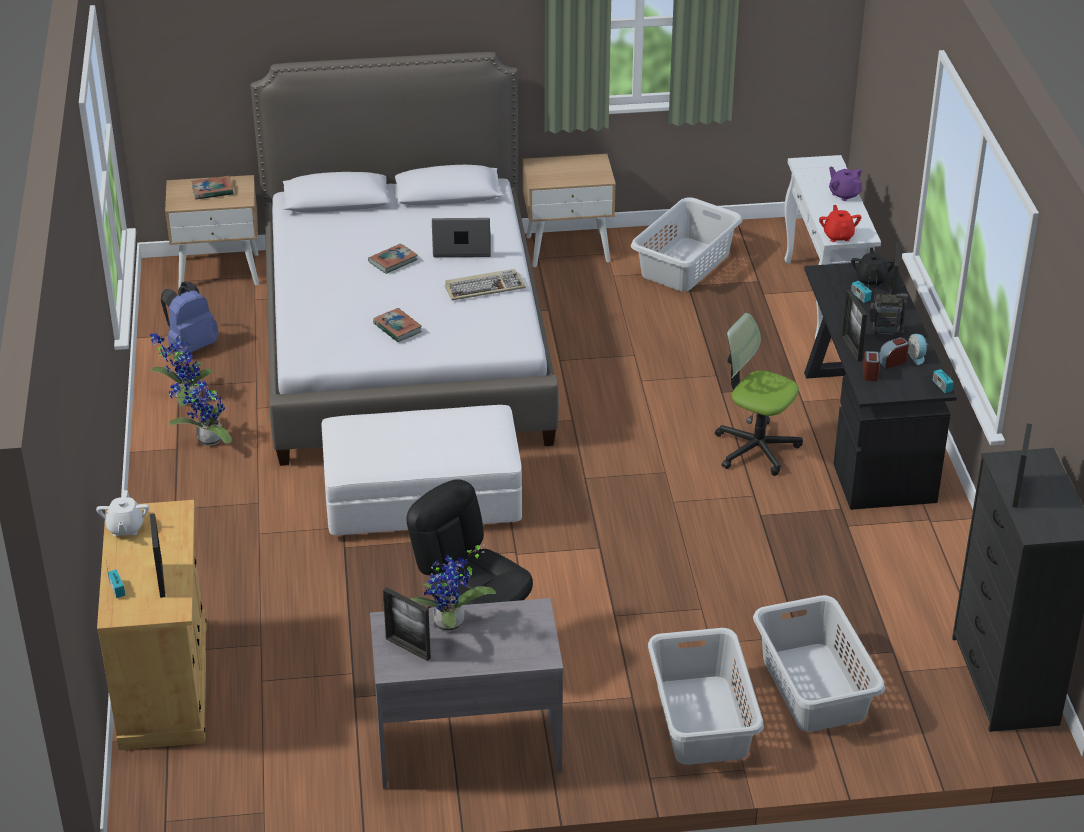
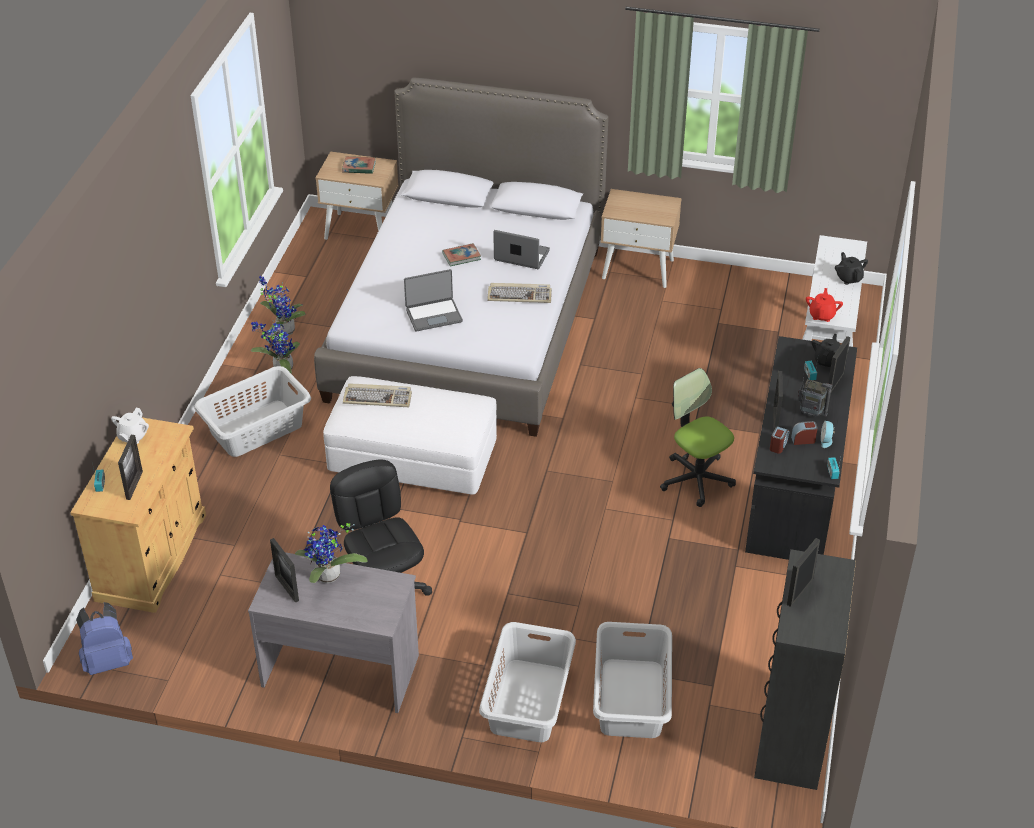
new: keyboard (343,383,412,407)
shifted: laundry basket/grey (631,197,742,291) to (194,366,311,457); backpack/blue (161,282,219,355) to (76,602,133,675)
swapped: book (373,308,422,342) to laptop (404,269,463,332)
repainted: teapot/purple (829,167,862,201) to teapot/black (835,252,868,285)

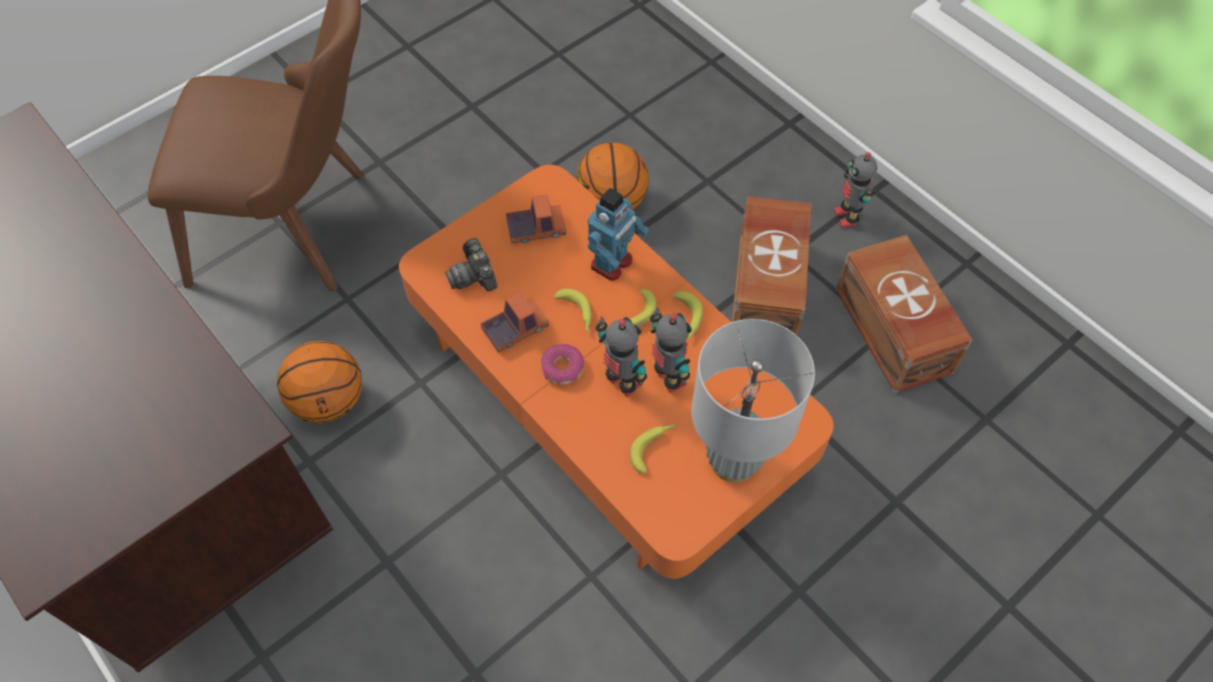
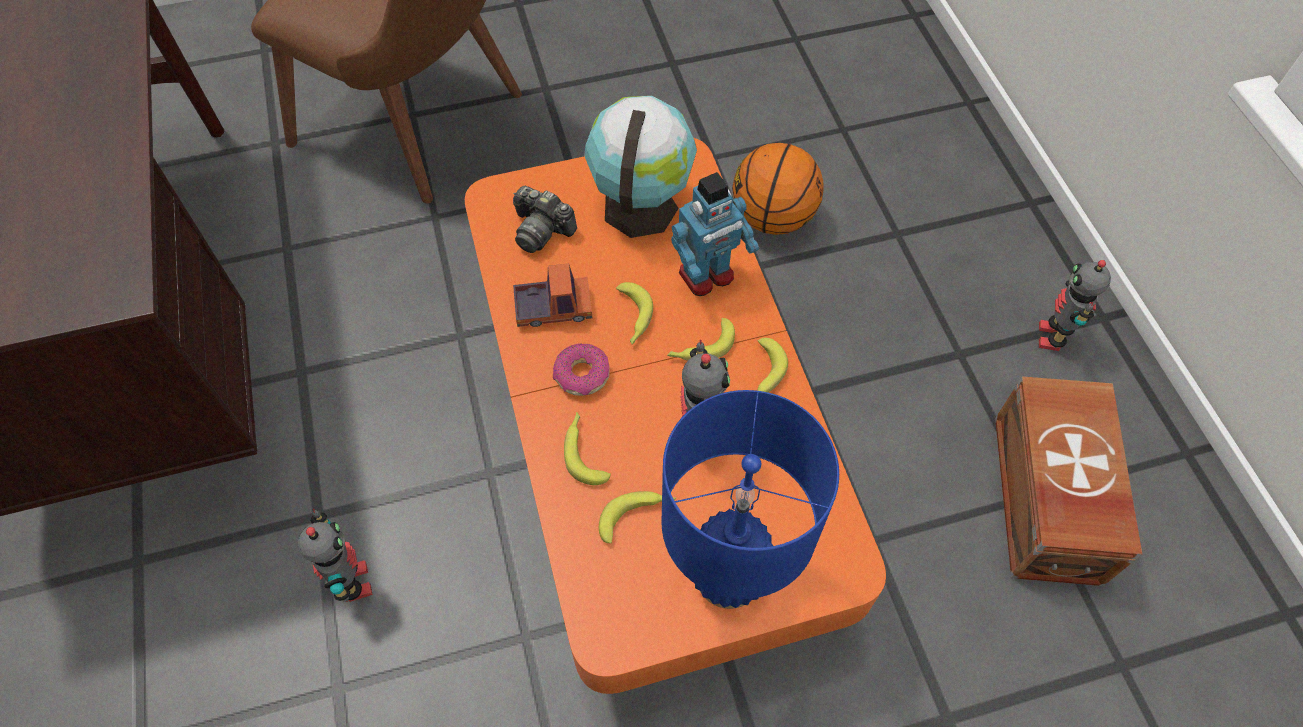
gone: storage box/brown (732,196,811,336); basketball (277,341,362,423)
new: banana (564,412,611,485)
shifted: toy robot (596,316,647,397) to (298,509,373,602)
swapped: toy truck (506,195,566,244) to globe (584,96,697,238)
repainted: table lamp/grey (691,319,815,483) to table lamp/blue (661,390,839,609)
rotated: photo camera (445,238,497,291) = (513,186,577,253) 60 degrees counterclockwise

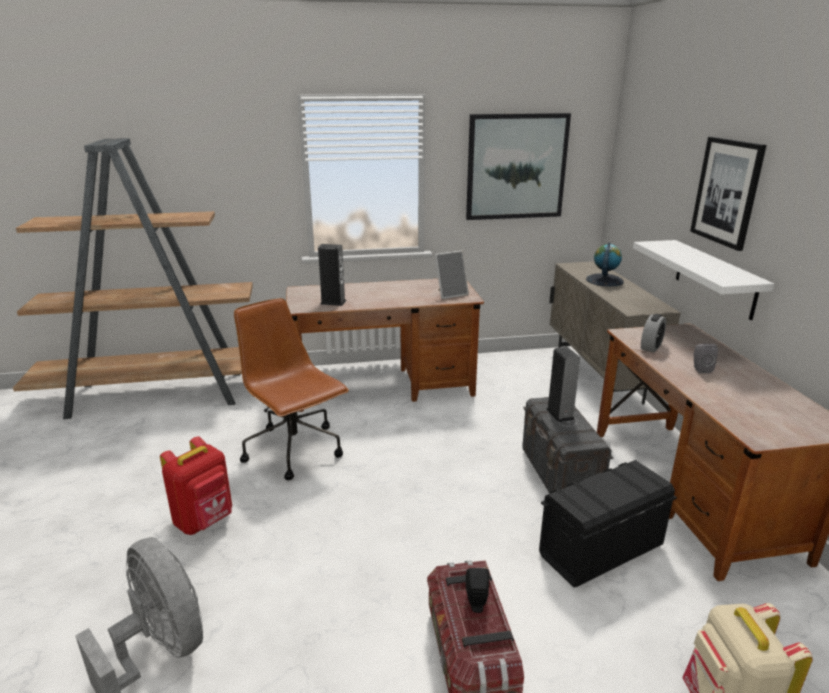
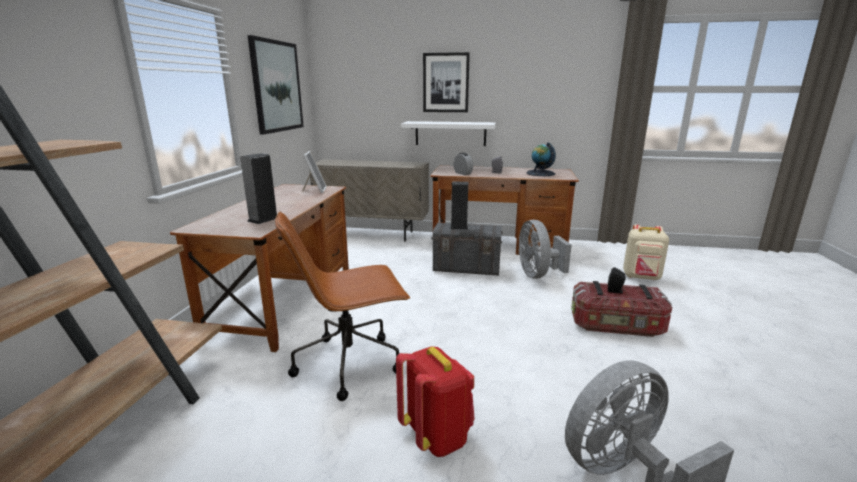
shifted: globe (586,243,624,287) to (526,142,556,176)
swapped: storage box/black (539,460,677,587) to fan/grey (518,220,572,279)

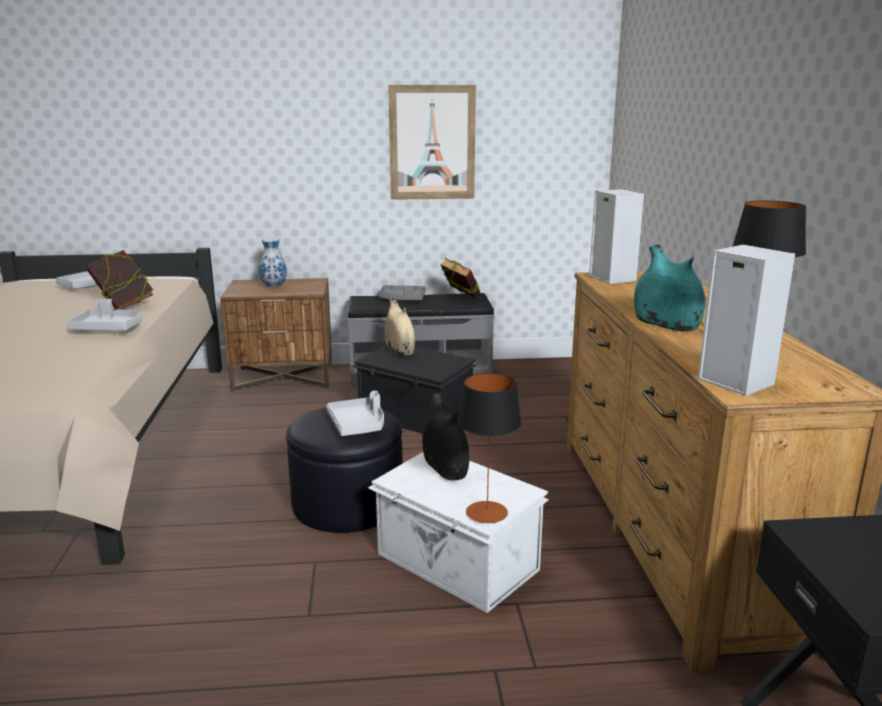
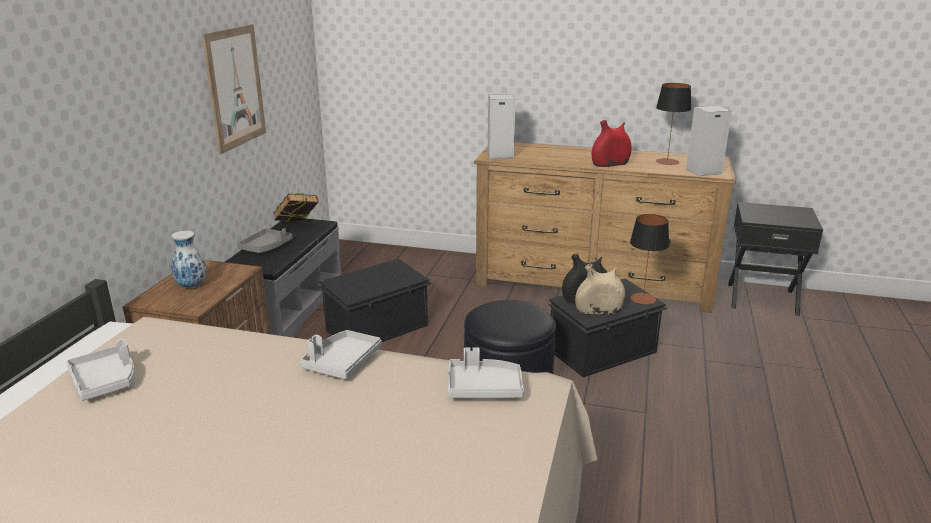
gone: book (87,250,153,310)
shifted: vase/beige (385,298,415,356) to (575,264,625,315); tray/grey (326,391,384,436) to (448,347,524,398)
repainted: vase/turquoise (634,244,706,332) to vase/red (592,120,632,167); storage box/white (368,452,549,613) to storage box/black (548,278,668,377)

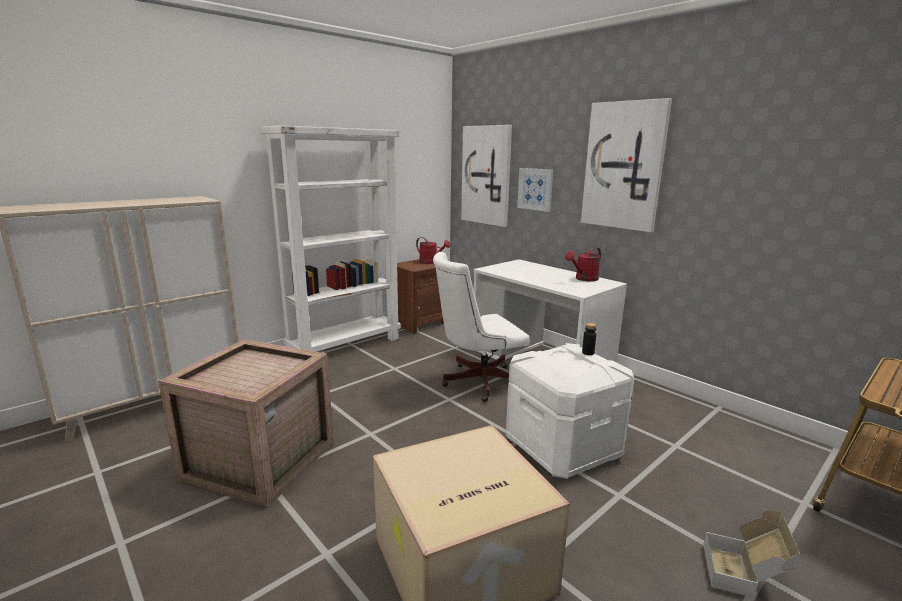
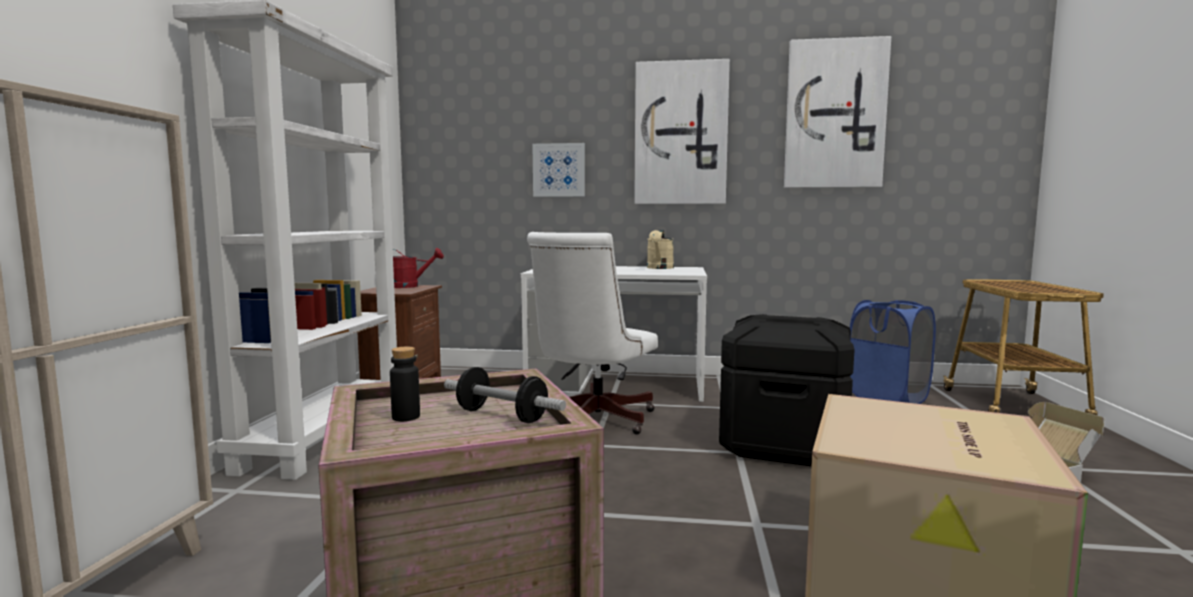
new: laundry basket/blue (850,300,936,404); dumbbell (444,367,566,423)
shifted: picture (461,125,512,227) to (784,36,891,188); bottle/black (582,323,596,355) to (390,347,420,421)
repainted: watering can/red (565,247,601,282) to watering can/beige (647,230,674,269); storage box/white (506,343,634,479) to storage box/black (719,314,855,467)

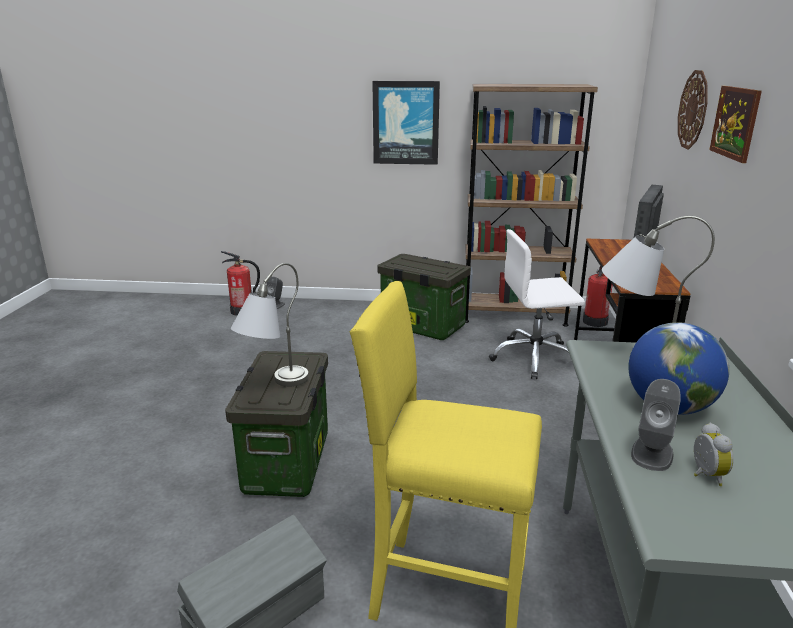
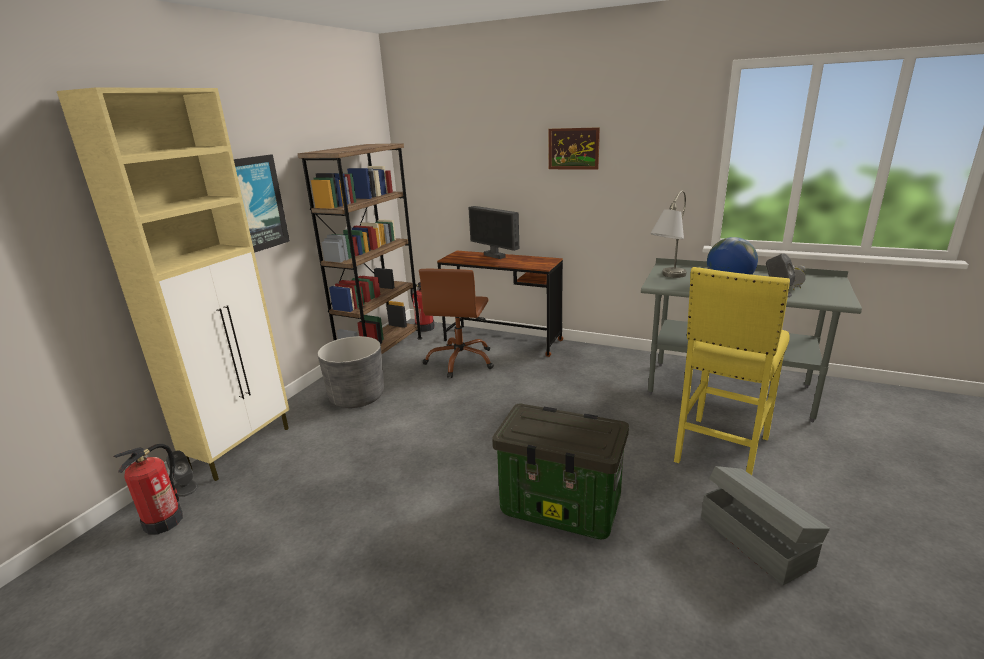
gone: wall clock (678,70,708,149); table lamp/grey (231,263,309,387)
new: cabinet/beige (57,87,289,481)
swapped: storage box (377,254,471,340) to planter/grey (318,336,384,408)
repainted: office chair/white (489,229,585,379) to office chair/brown (419,269,494,378)

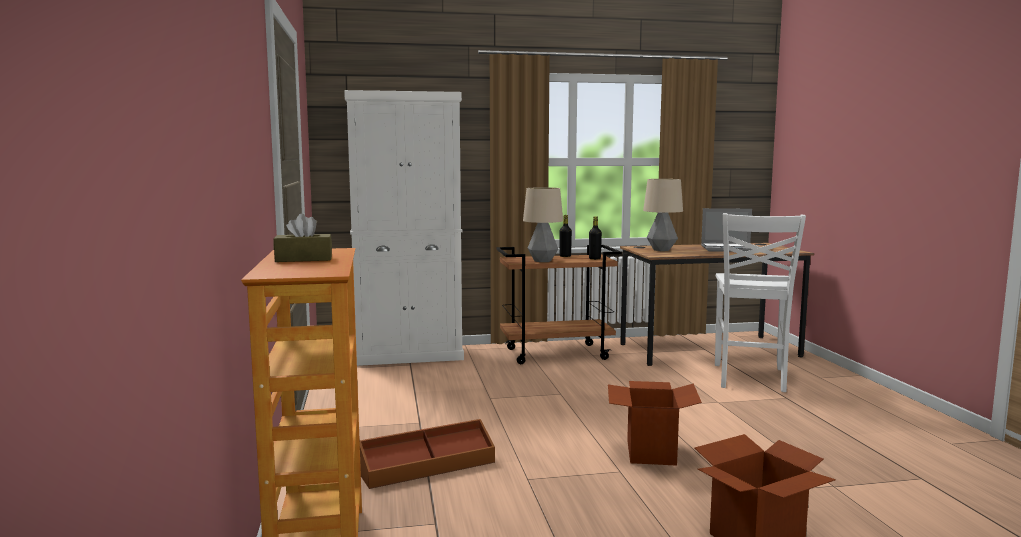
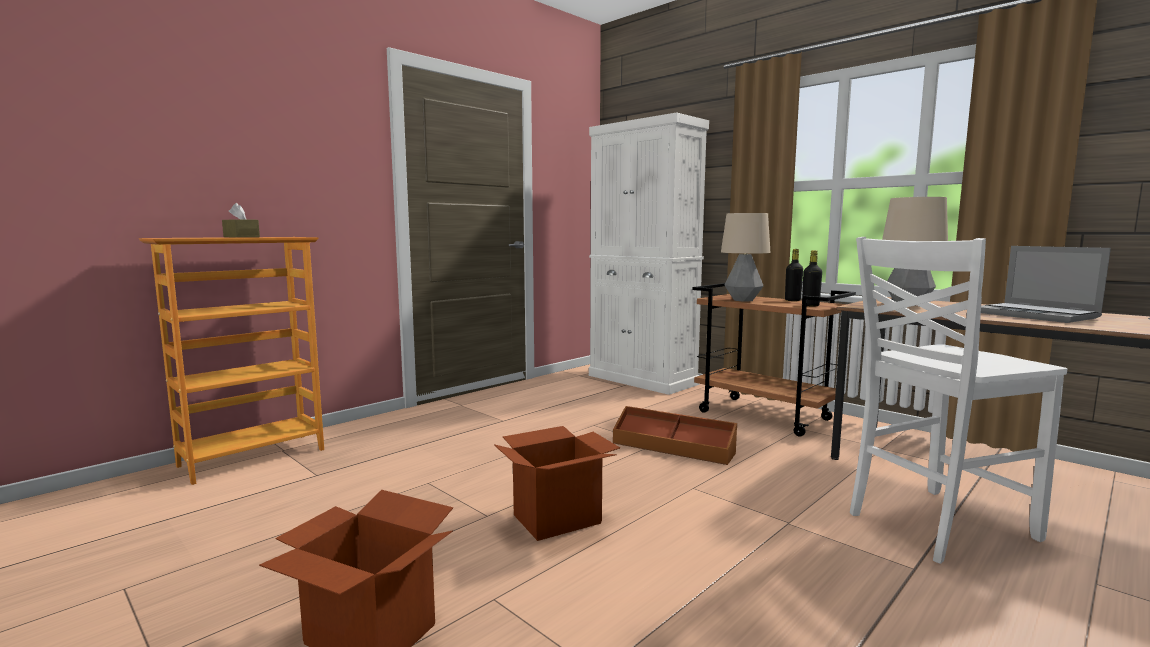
shifted: storage box/brown (360,419,495,489) to (613,406,737,465)

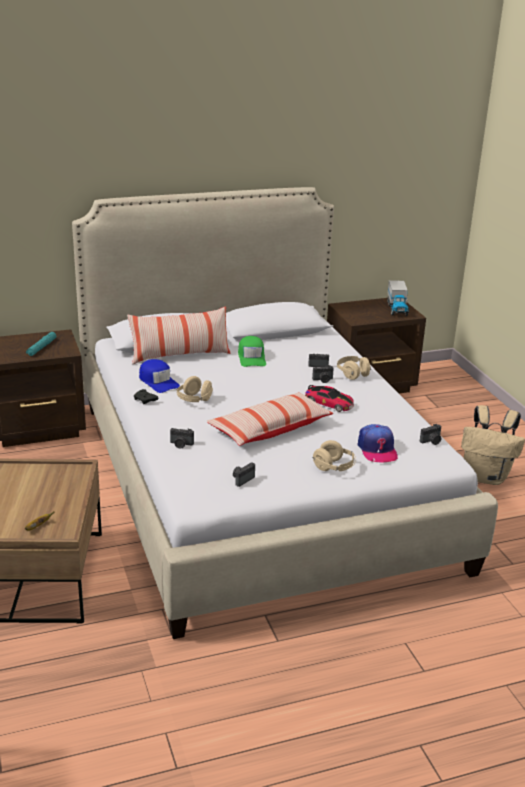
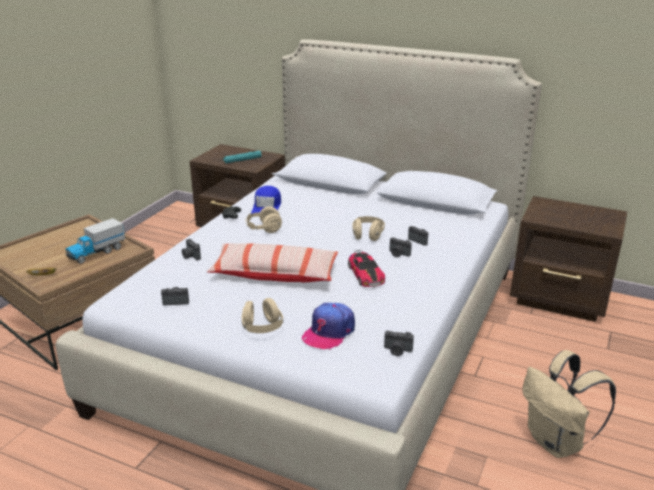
gone: pillow (127,306,230,364); cap/green (238,336,266,367)
shifted: toy truck (387,280,409,316) to (65,218,125,264); headphones/beige (337,356,371,380) to (352,216,385,241)

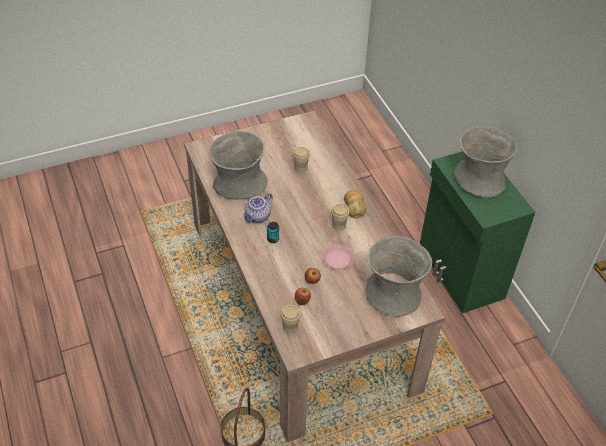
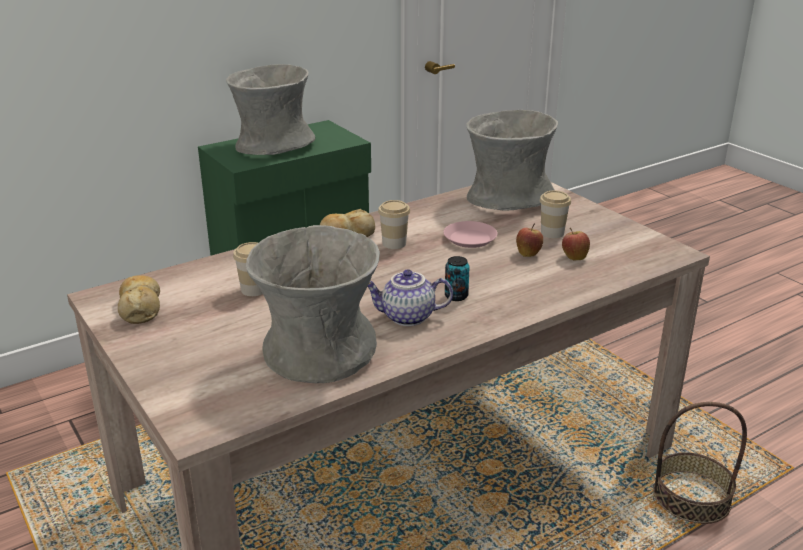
new: bread (118,275,160,324)
shifted: cup (280,305,301,333) to (540,191,571,238)
rotated: teapot (242,193,273,223) = (368,269,453,326) 150 degrees clockwise

